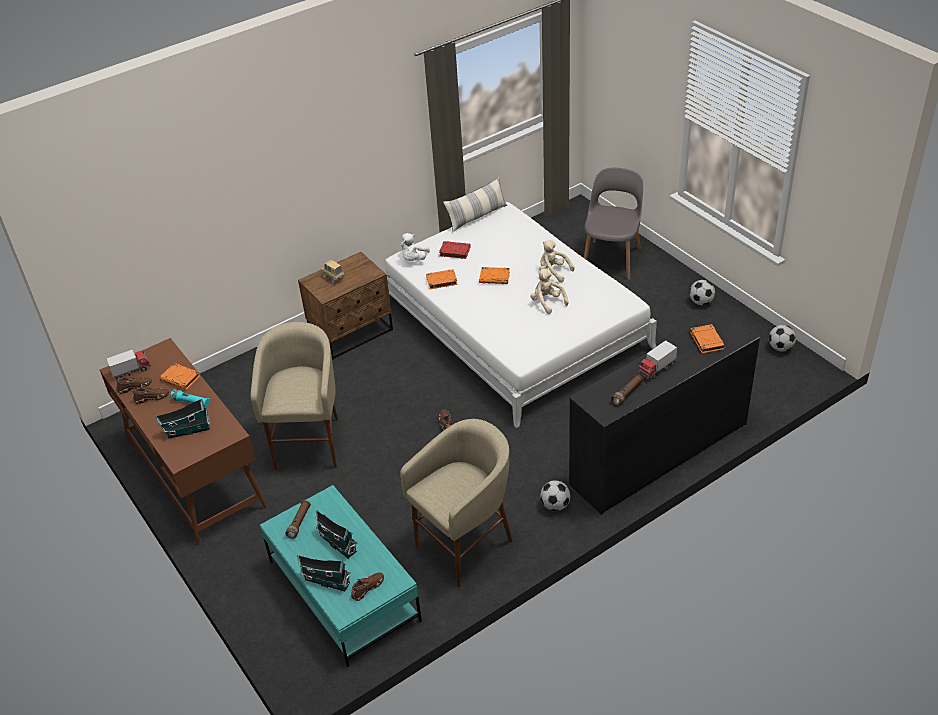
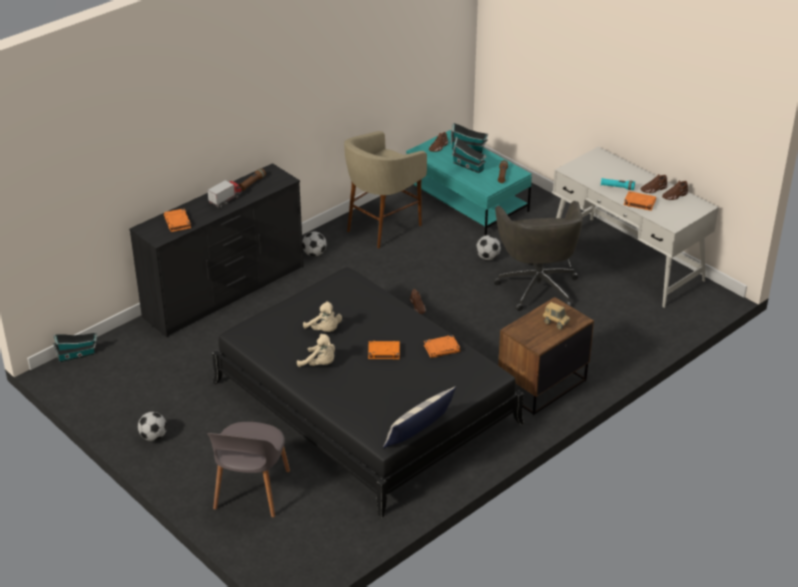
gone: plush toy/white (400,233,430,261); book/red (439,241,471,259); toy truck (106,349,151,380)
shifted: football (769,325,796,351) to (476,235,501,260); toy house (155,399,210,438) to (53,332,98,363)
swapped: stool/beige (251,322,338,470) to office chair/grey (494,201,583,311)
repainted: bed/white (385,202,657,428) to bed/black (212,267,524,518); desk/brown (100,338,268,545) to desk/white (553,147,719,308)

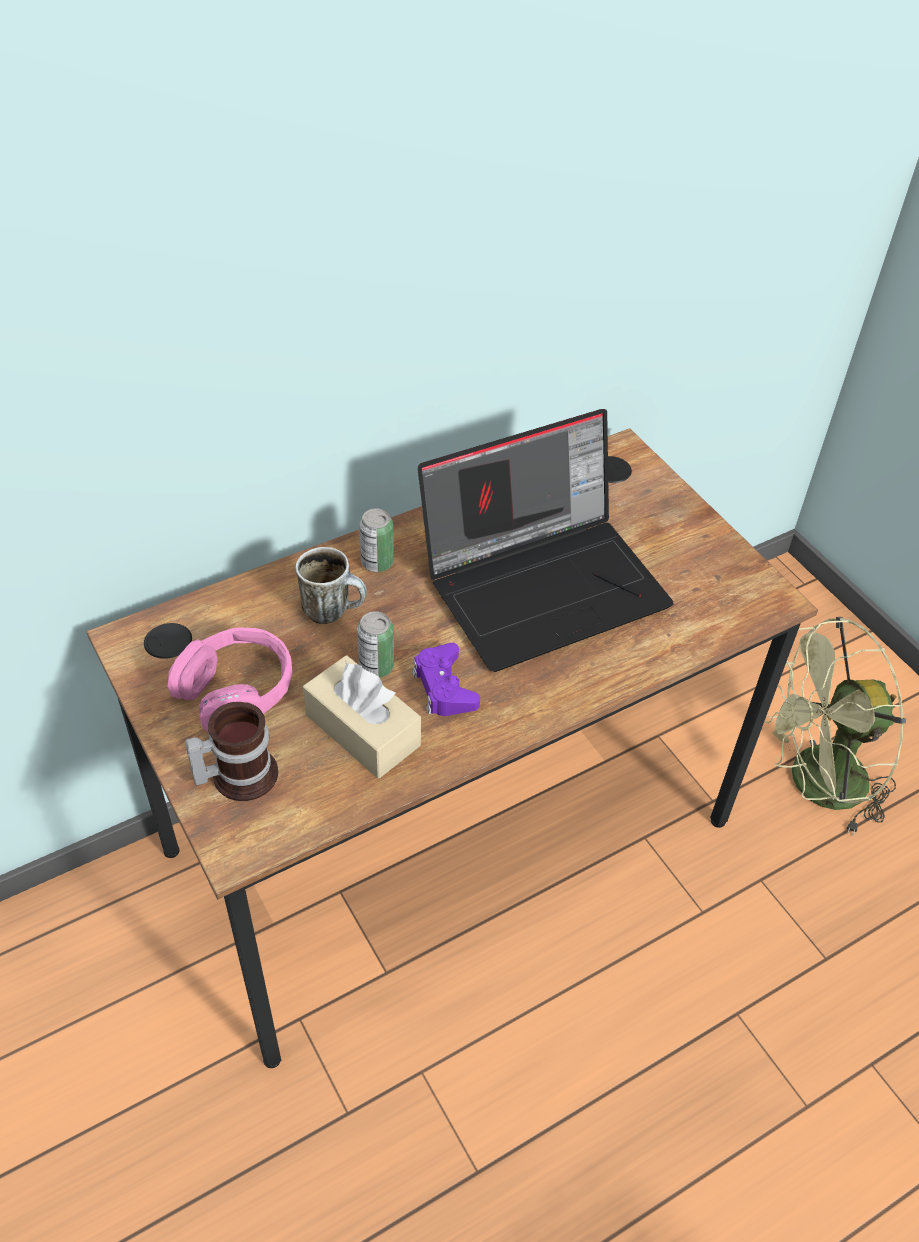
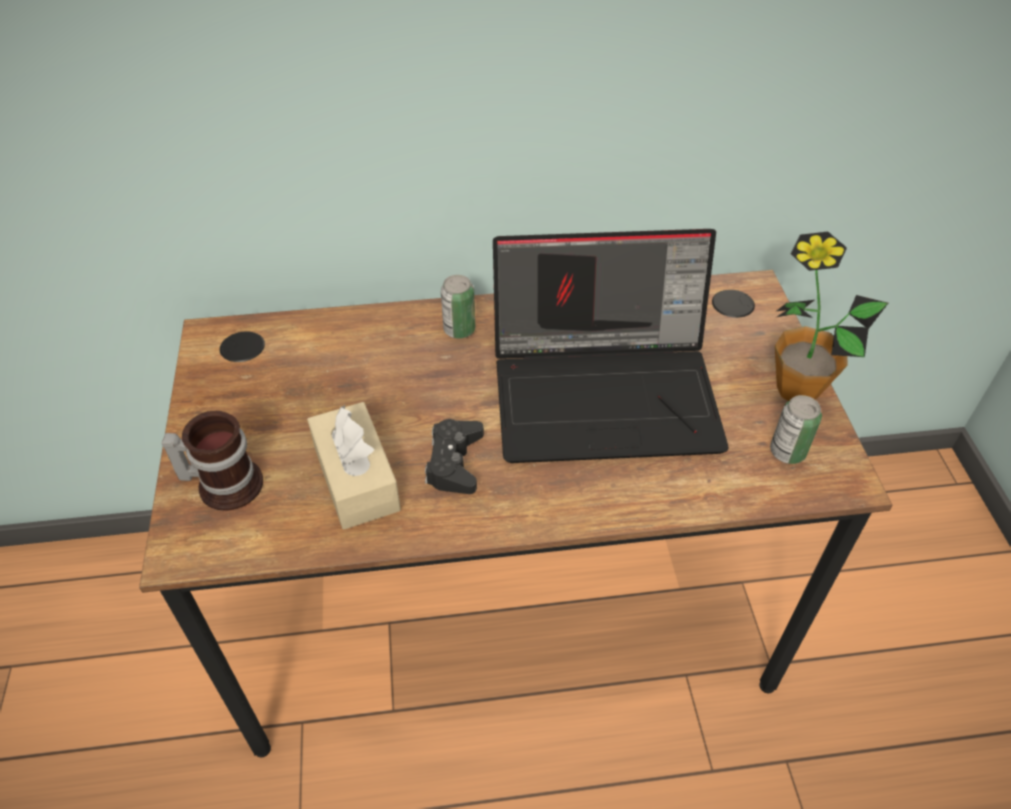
gone: mug (295,547,367,624); fan/green (764,617,906,836); headphones/pink (167,627,292,733)
new: potted plant (775,232,888,401)
shifted: can (357,611,394,678) to (770,395,822,464)
repainted: game controller/purple (412,643,480,716) to game controller/black (425,419,484,494)

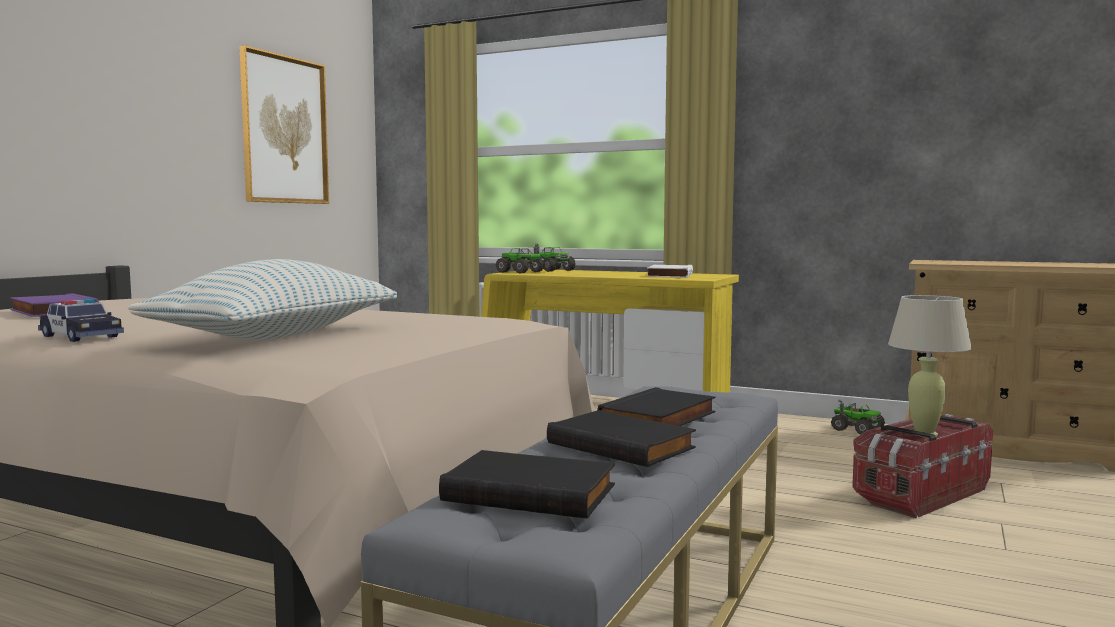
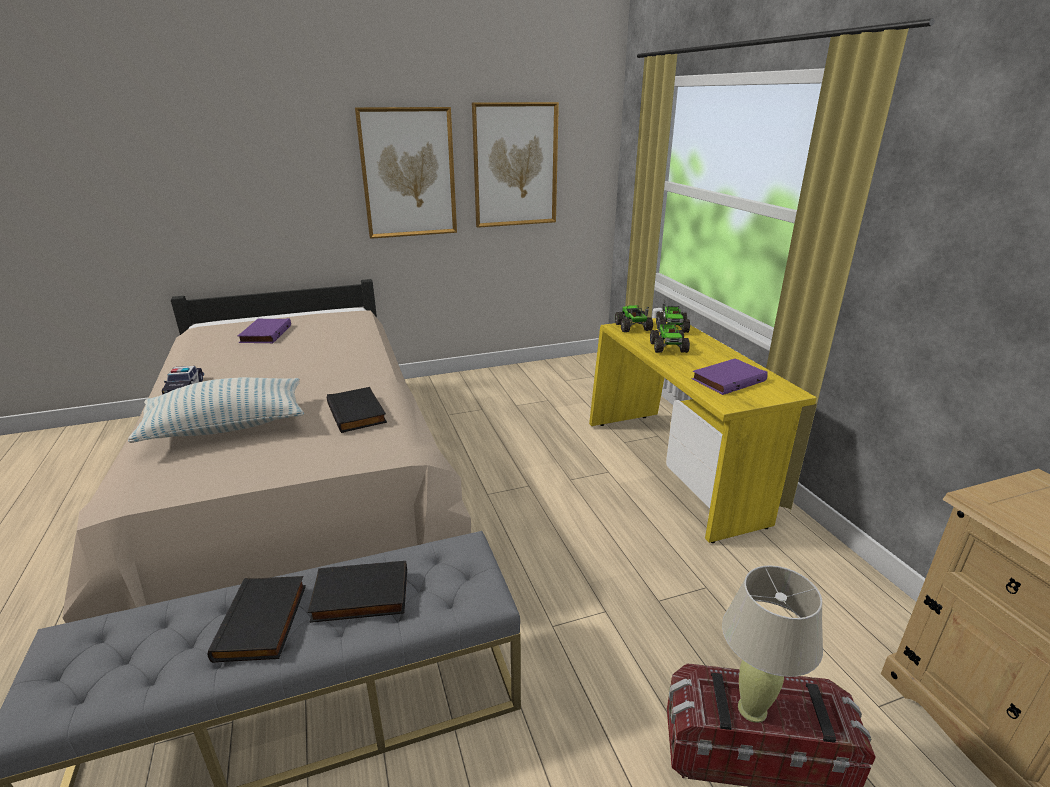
new: picture (355,107,457,239)
shifted: toy truck (831,399,885,434) to (650,317,690,353); book/black (439,450,615,519) to (327,387,387,433)
repainted: book/white (647,265,693,278) to book/purple (692,358,768,395)

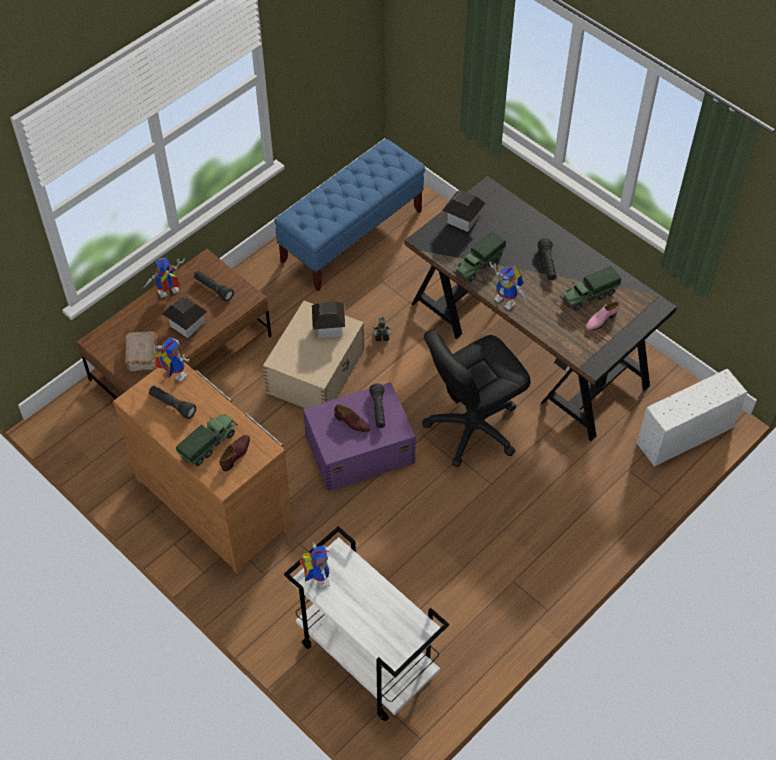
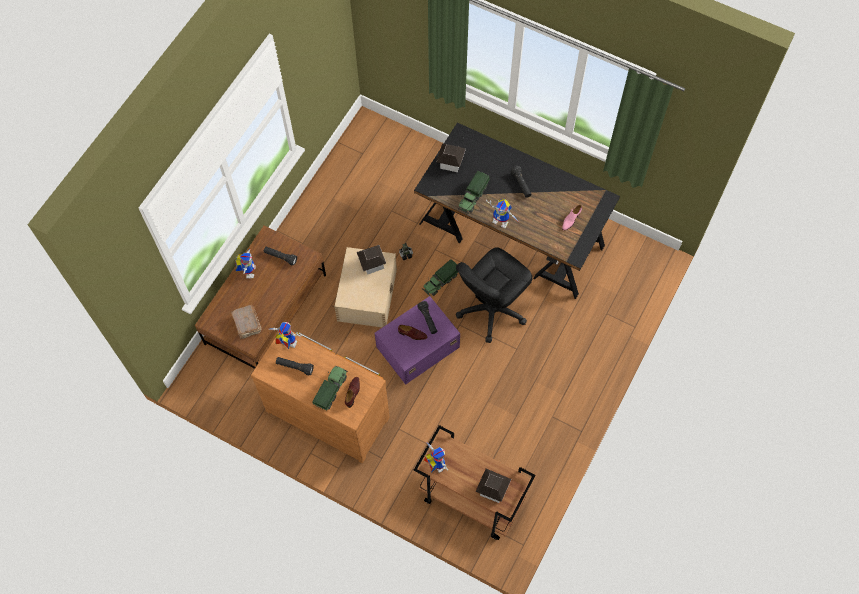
gone: bench/blue (274,139,425,291); storage box/white (637,369,747,467)
shifted: toy truck (560,266,621,310) to (422,259,458,296); toy house (162,296,207,338) to (475,469,511,503)
repainted: cart/white (284,526,449,721) to cart/brown (414,425,535,540)
rotated: toy robot (142,258,185,298) = (235,248,256,279) 135 degrees clockwise

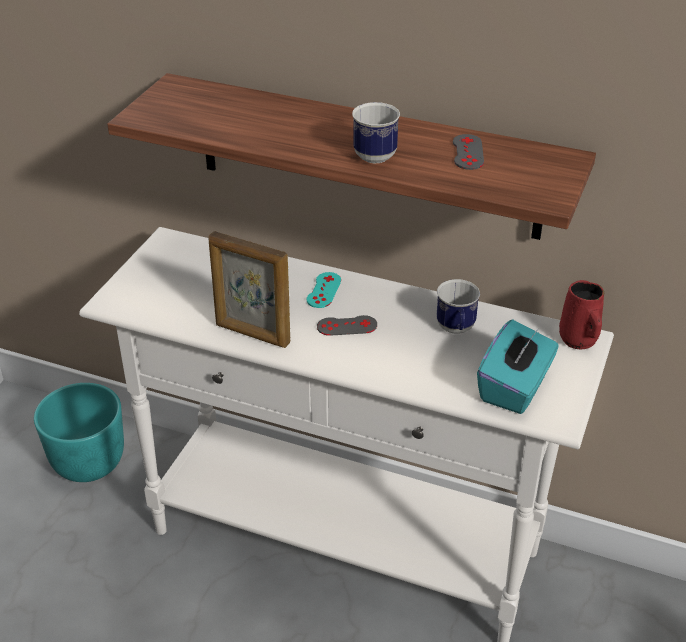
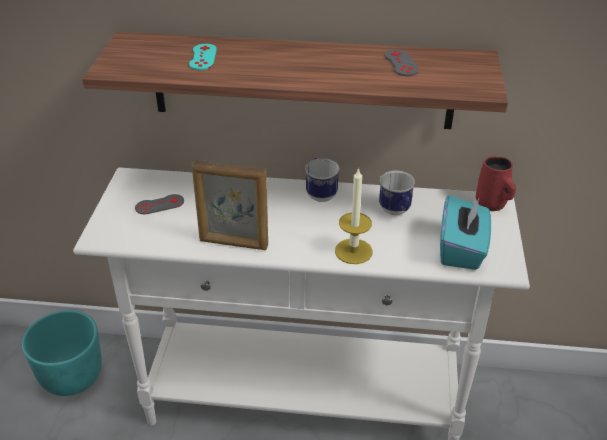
new: candle (335,167,372,264)
shifted: mug (352,102,400,163) to (305,158,340,202); game controller/turquoise (307,272,341,308) to (189,44,217,70); game controller/grey (317,315,377,336) to (135,194,184,214)

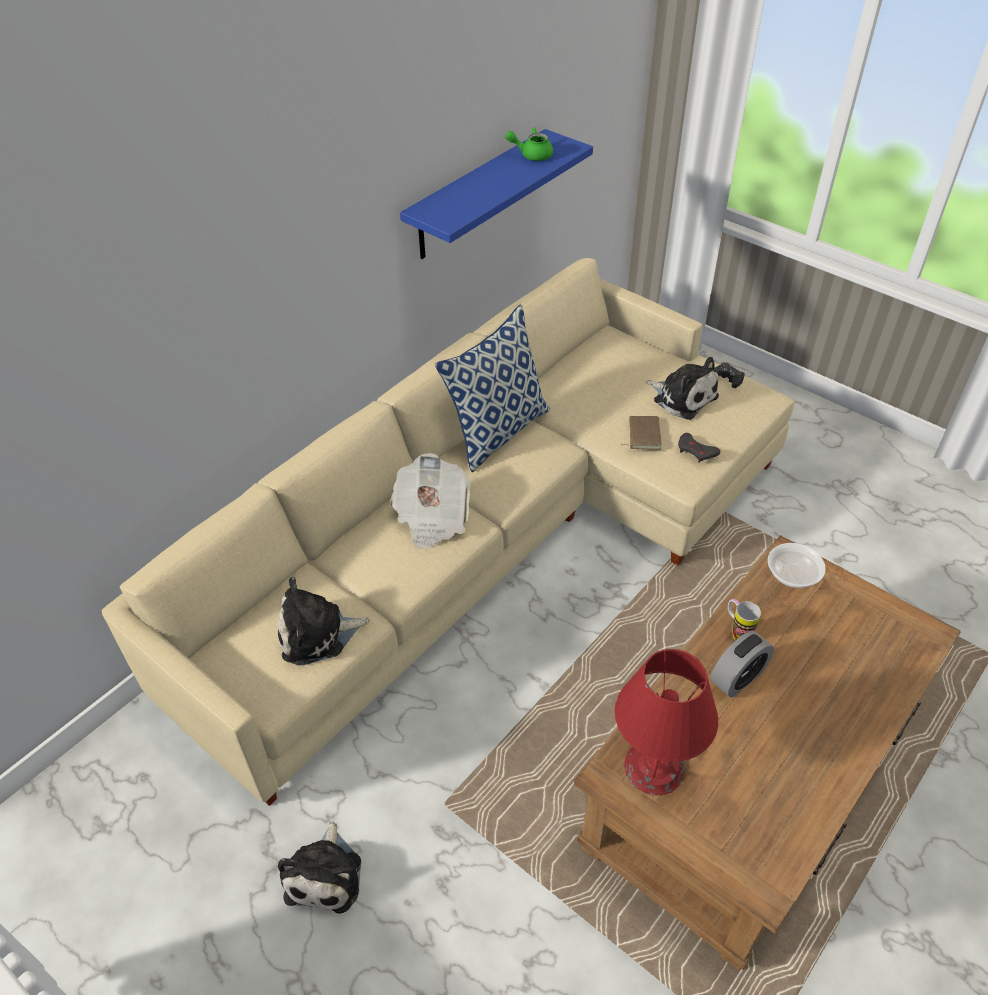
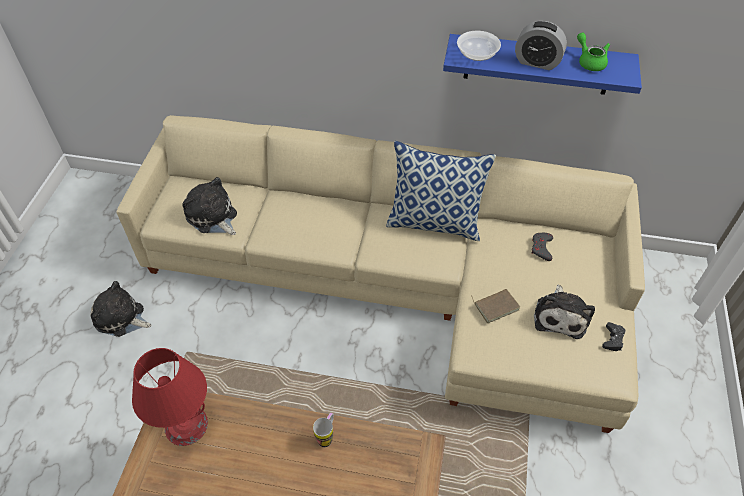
gone: newspaper (390,453,471,549)
shifted: game controller/grey (678,433,720,463) to (531,233,553,261); bowl (768,543,826,588) to (457,31,501,61); alarm clock (711,631,774,697) to (515,21,567,70)
rotated: plush toy (278,821,361,914) = (90,281,152,337) 45 degrees clockwise

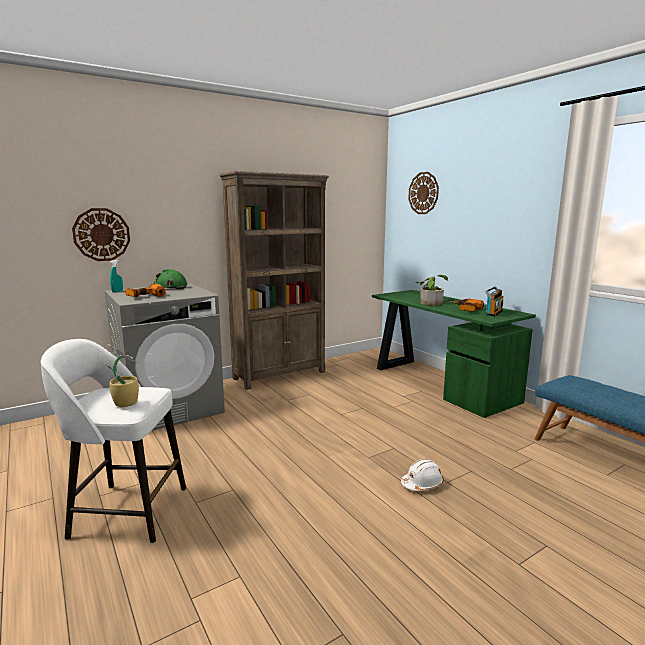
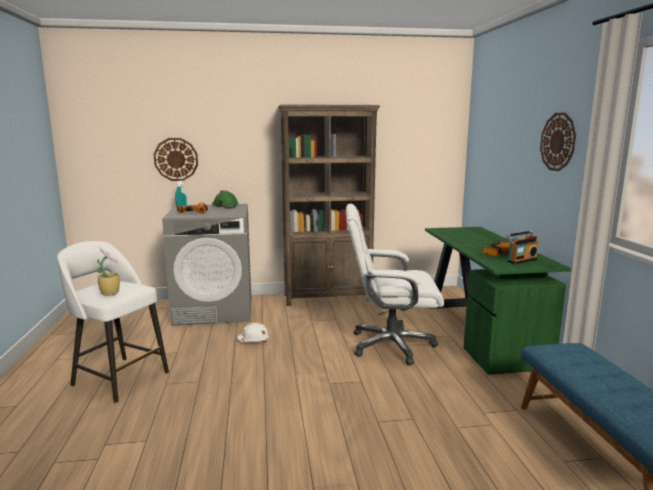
gone: potted plant (416,275,448,306)
new: office chair/white (346,204,444,365)
shifted: wall clock (408,172,439,214) to (540,112,576,171); hard hat/white (401,459,444,491) to (237,322,270,342)

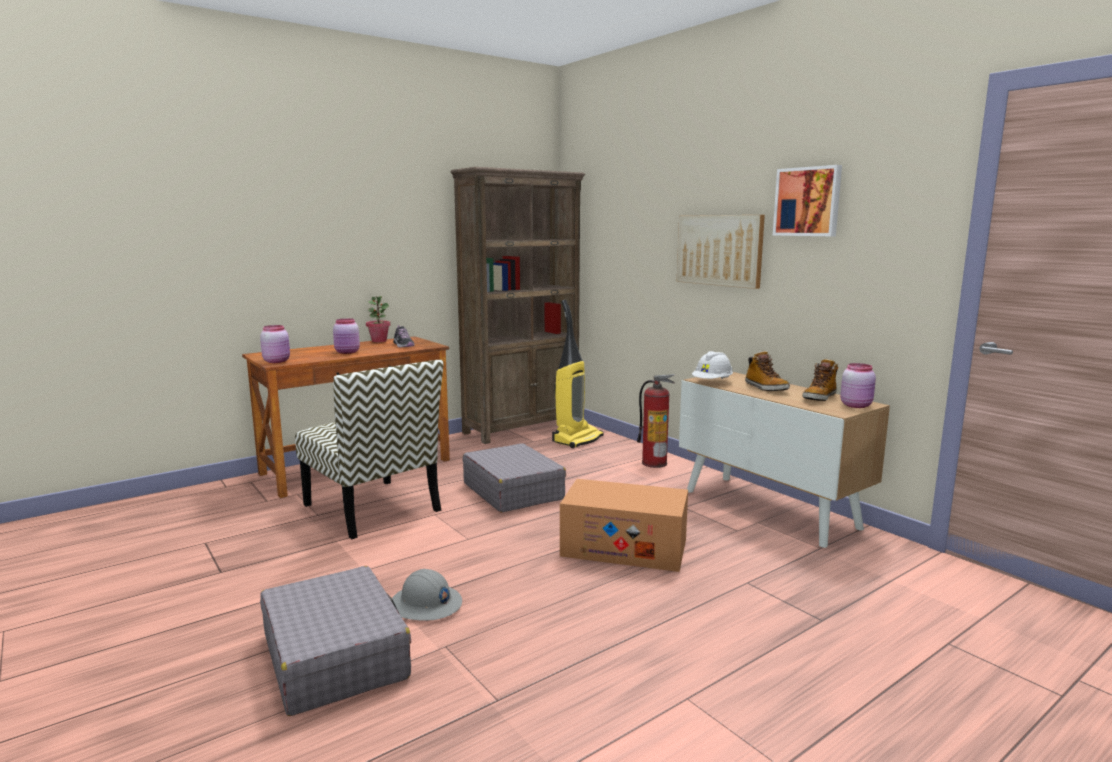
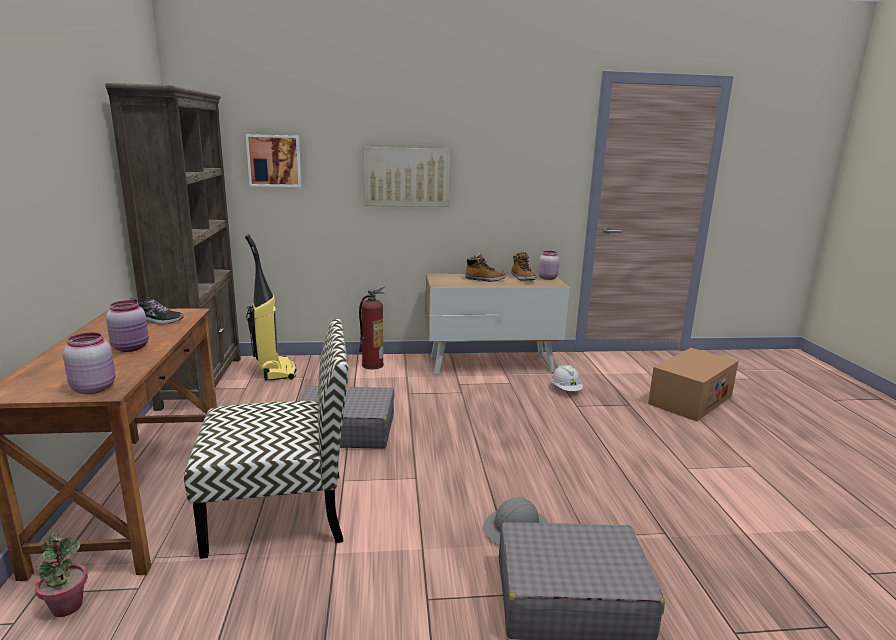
shifted: picture (773,165,842,236) to (246,134,302,187); potted plant (366,296,391,342) to (35,533,88,617); hard hat/white (692,351,733,379) to (551,365,583,391); cardboard box (560,479,688,572) to (648,348,739,421)

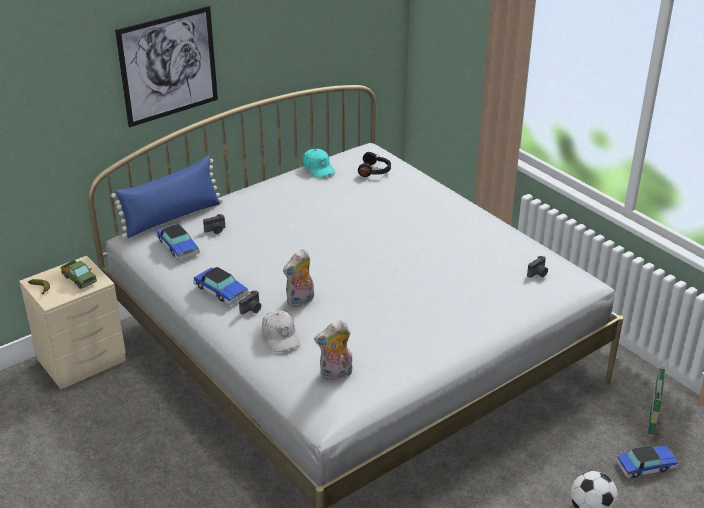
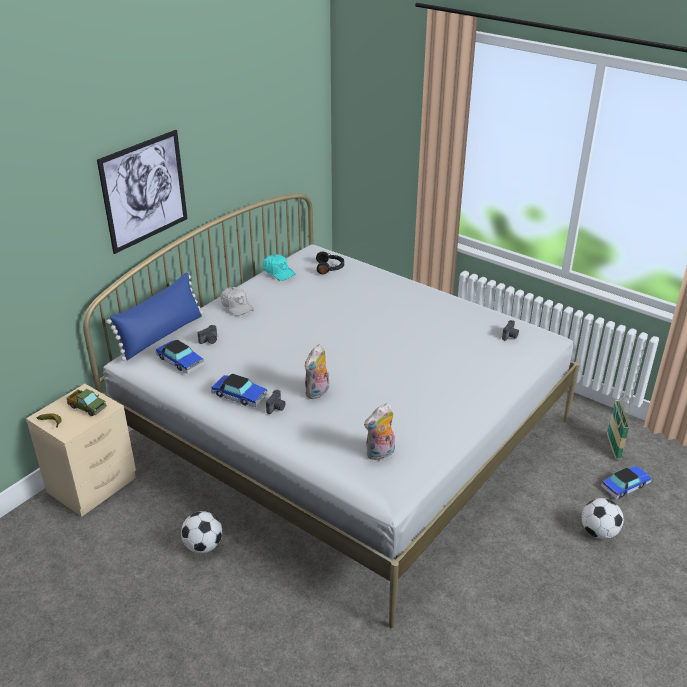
new: football (181,511,222,553)
shifted: cap/white (262,310,300,352) to (221,287,254,316)

